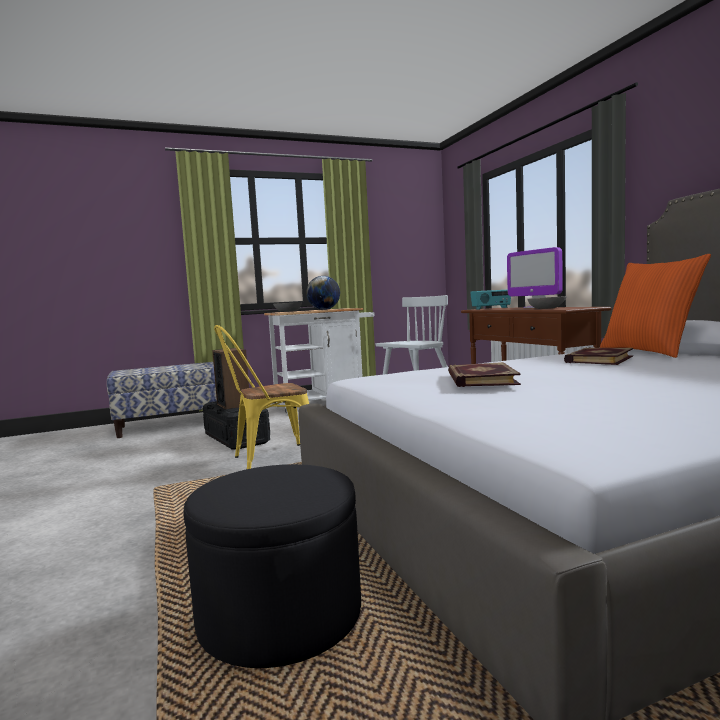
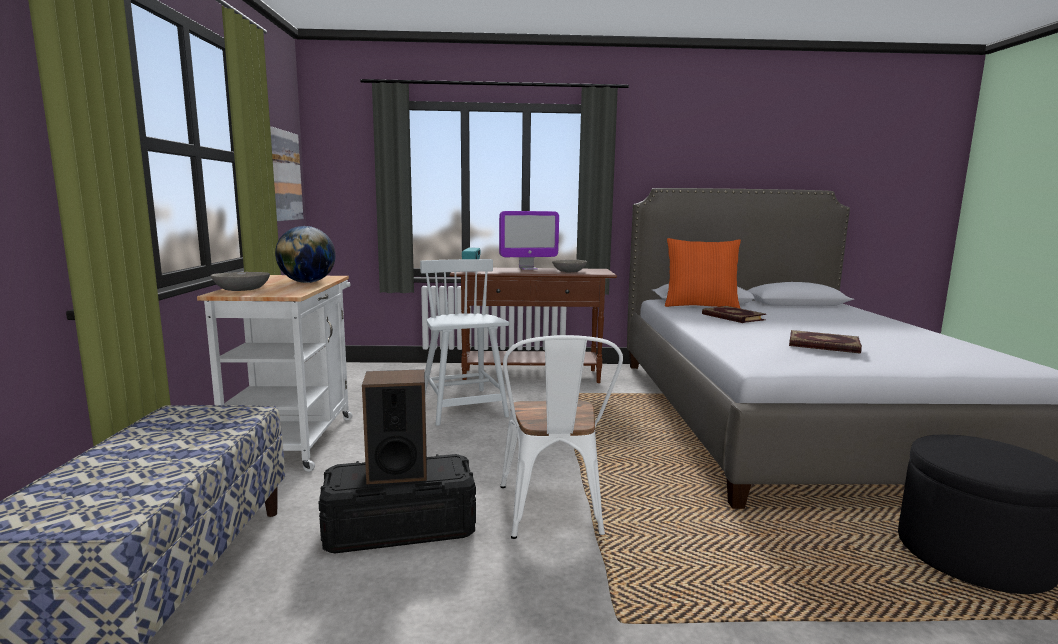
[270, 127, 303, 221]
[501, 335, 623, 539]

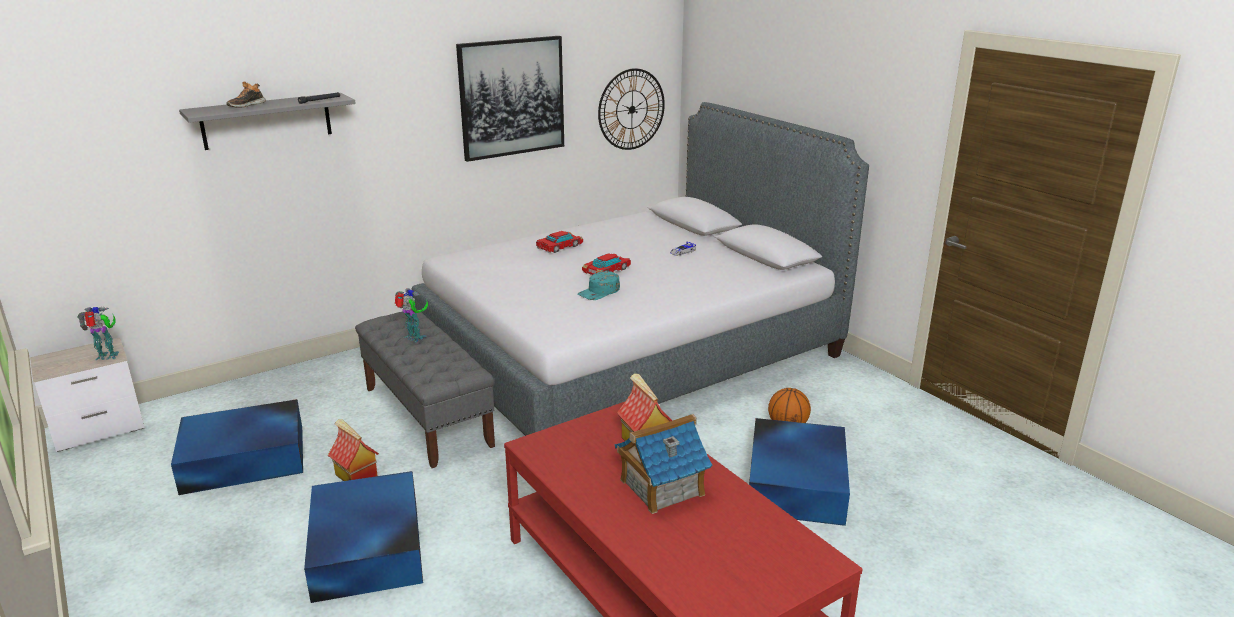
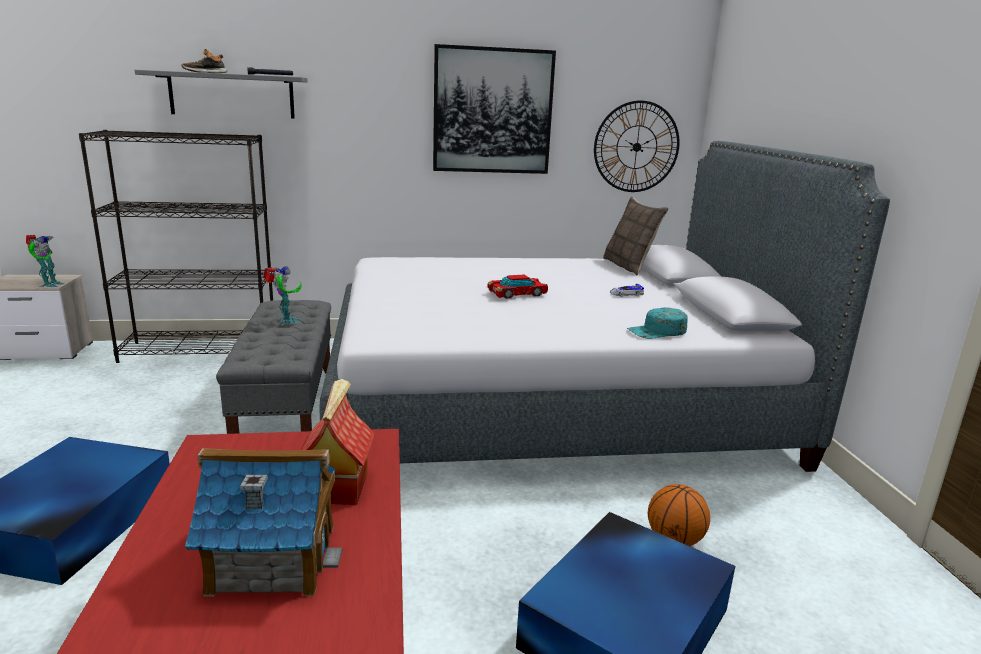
[26, 234, 64, 287]
[79, 130, 273, 363]
[603, 196, 669, 275]
[627, 307, 688, 339]
[171, 399, 303, 495] (first image)
[328, 419, 379, 481] (first image)
[536, 231, 583, 253] (first image)

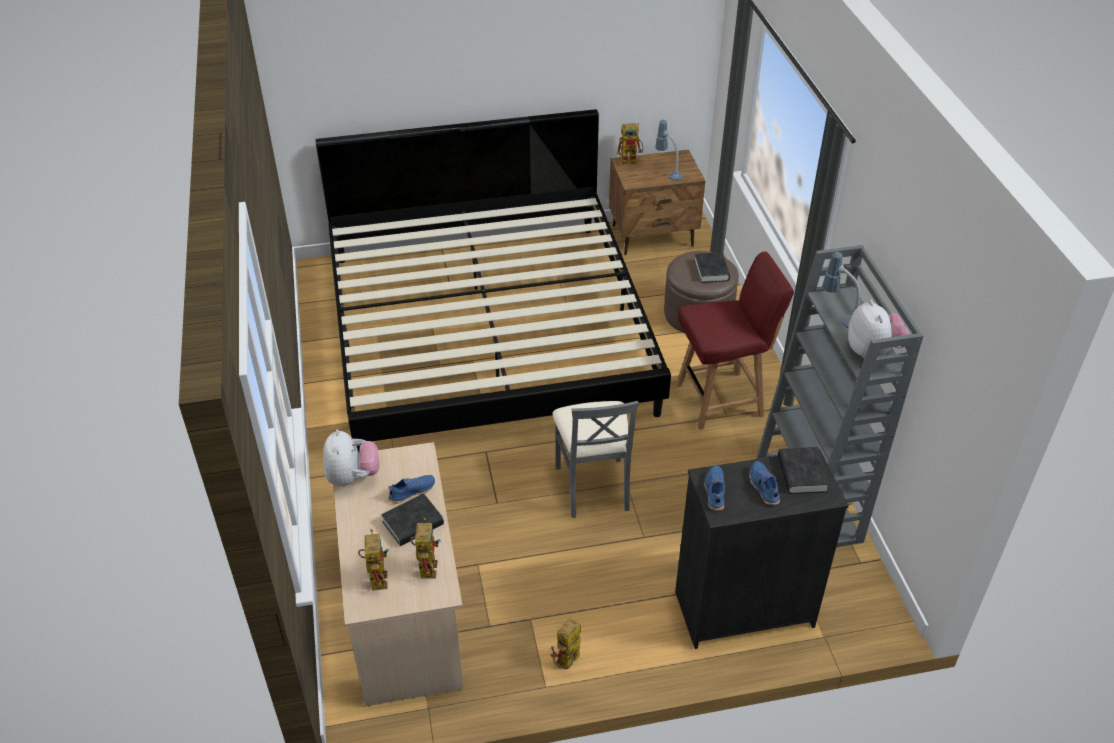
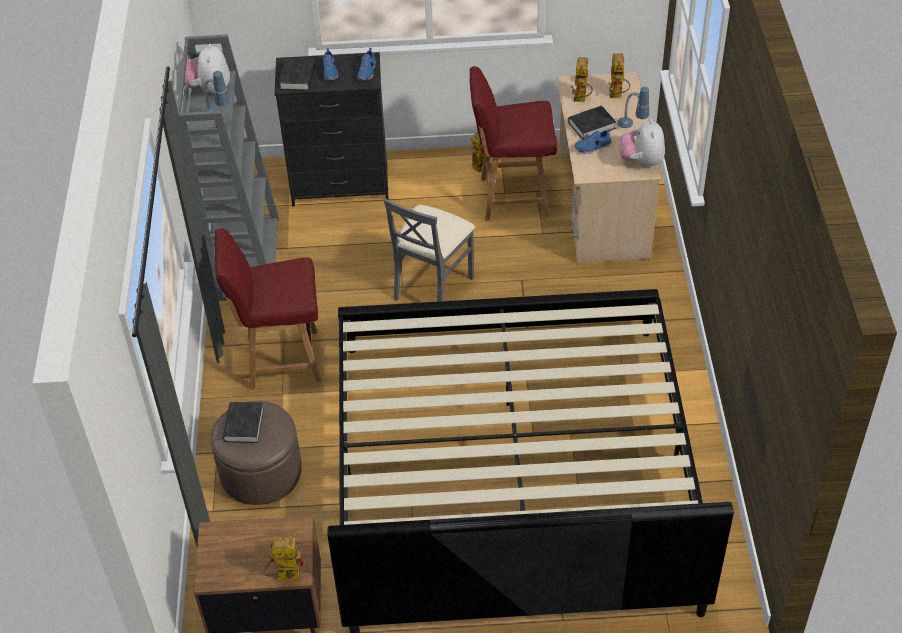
[384, 198, 475, 302]
[470, 66, 557, 221]
[617, 87, 649, 128]

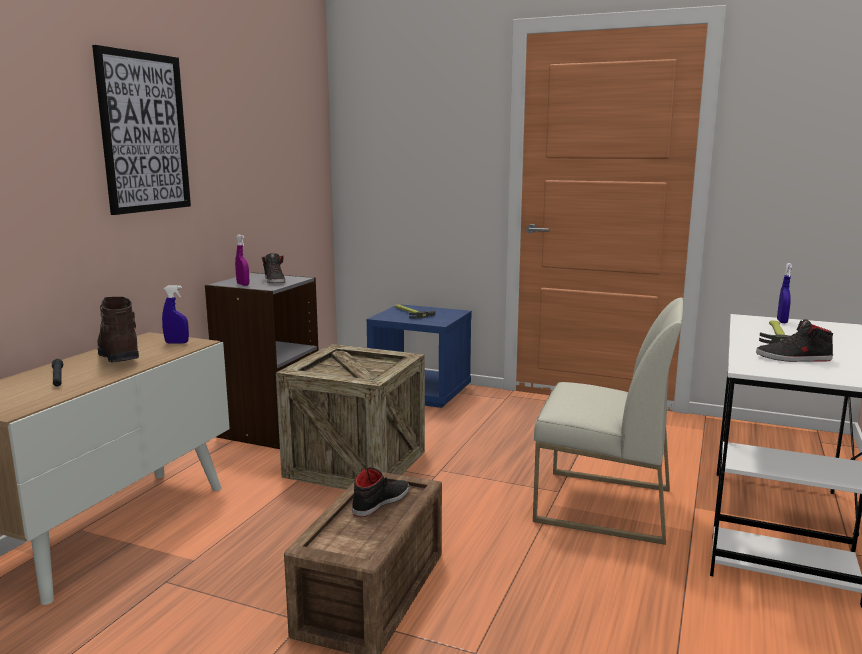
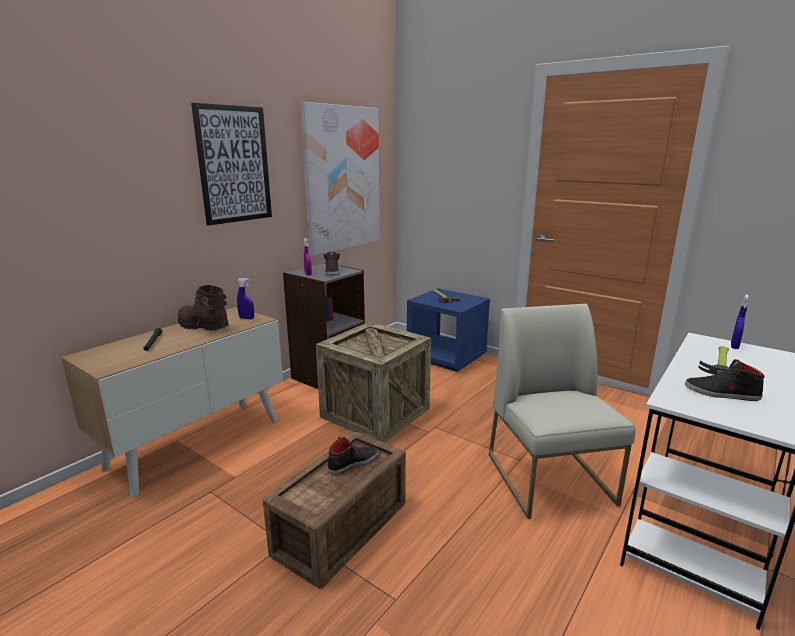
[178, 285, 229, 331]
[300, 102, 380, 256]
[489, 304, 636, 519]

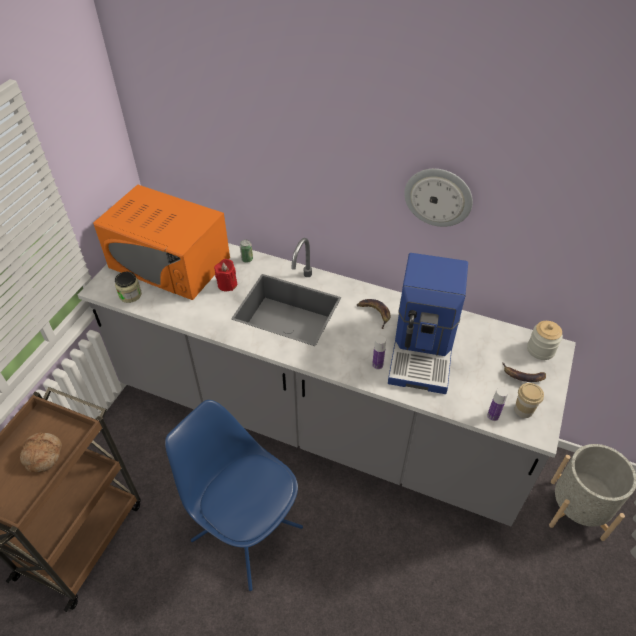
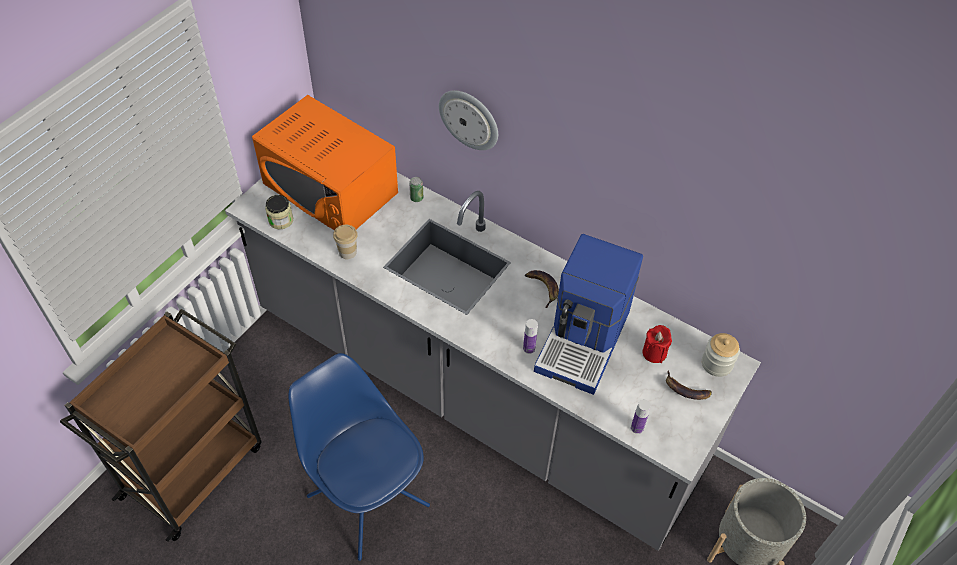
[333, 225, 358, 259]
[439, 90, 498, 150]
[642, 325, 672, 363]
[20, 433, 62, 473] (first image)

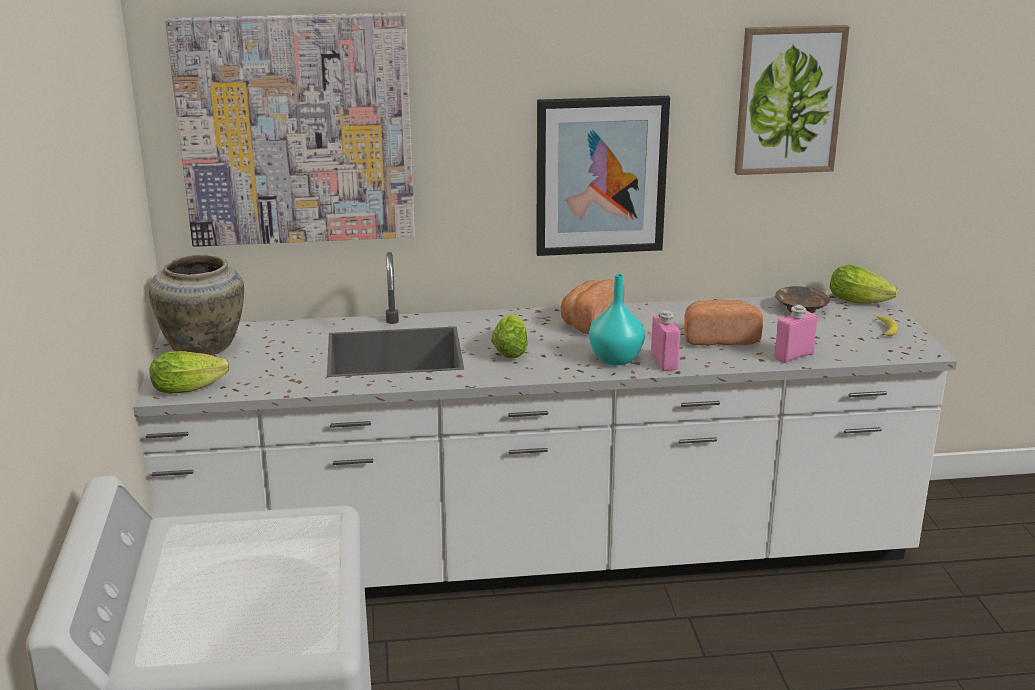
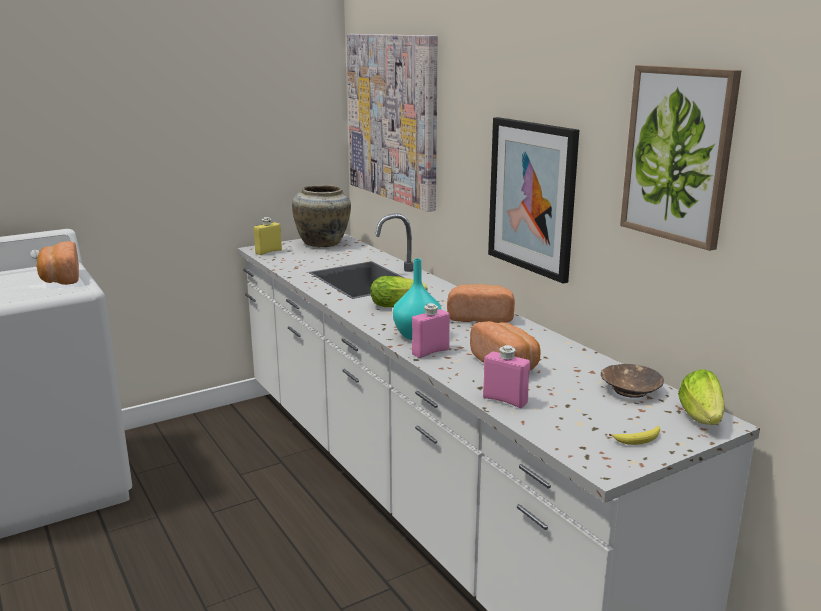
[37, 241, 79, 285]
[254, 217, 282, 255]

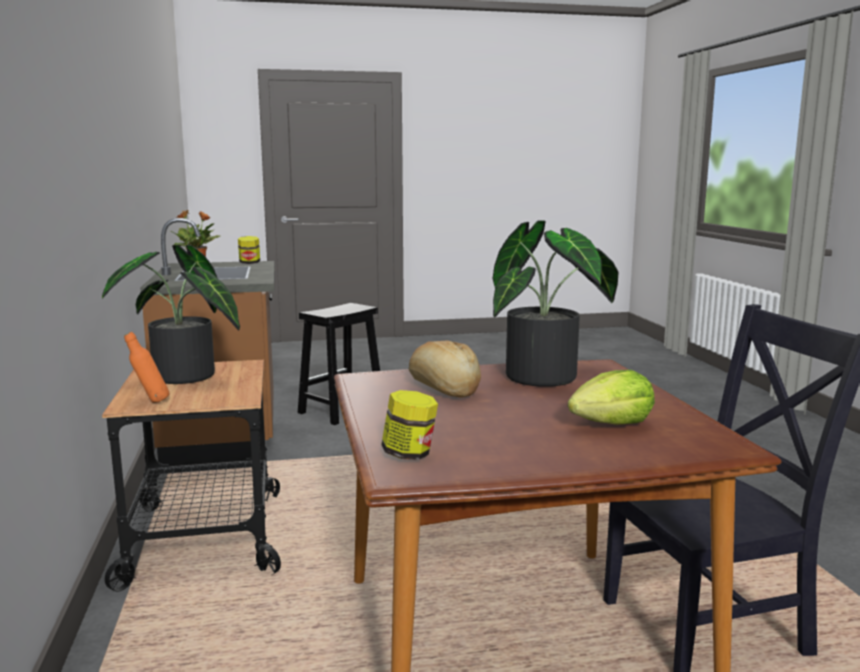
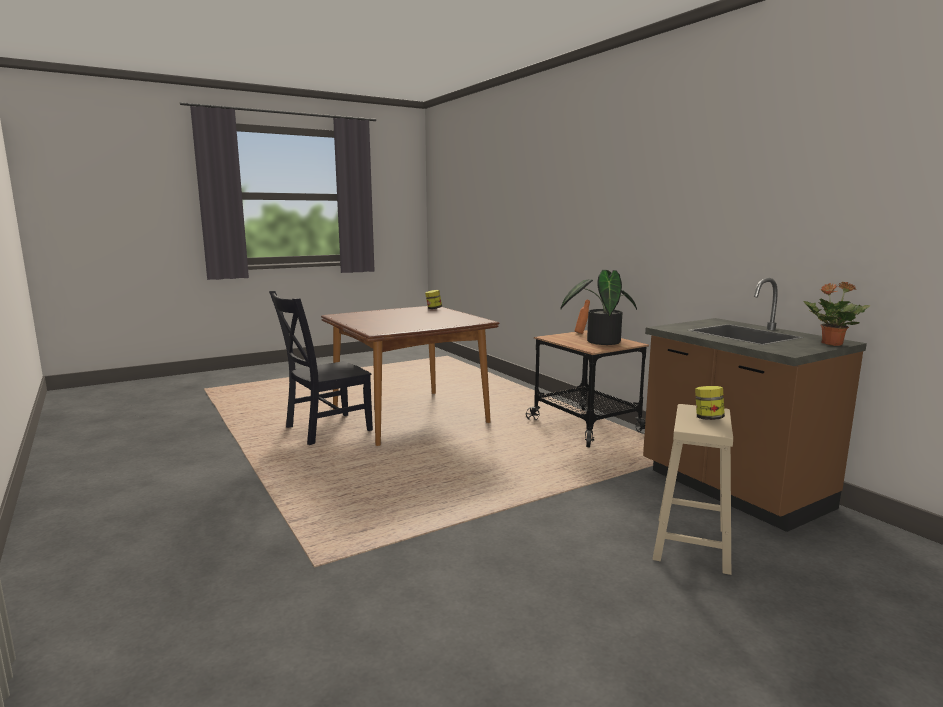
[653, 404, 733, 575]
[695, 386, 725, 420]
[409, 341, 481, 397] (first image)
[492, 220, 618, 387] (first image)
[568, 370, 655, 425] (first image)

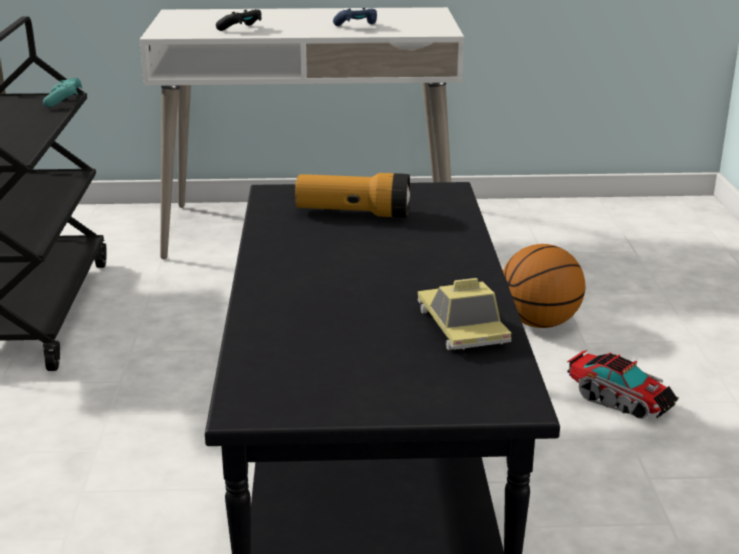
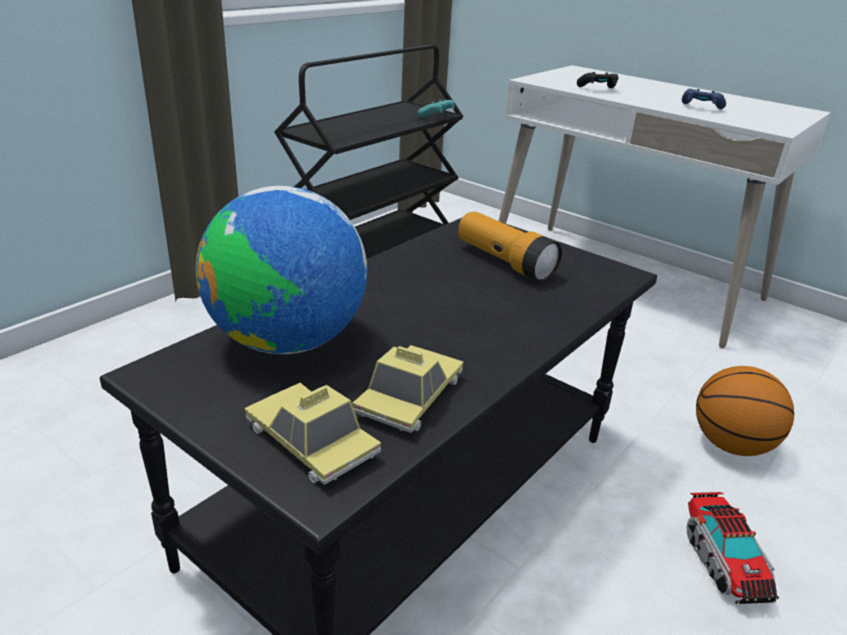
[196, 186, 367, 354]
[244, 383, 381, 485]

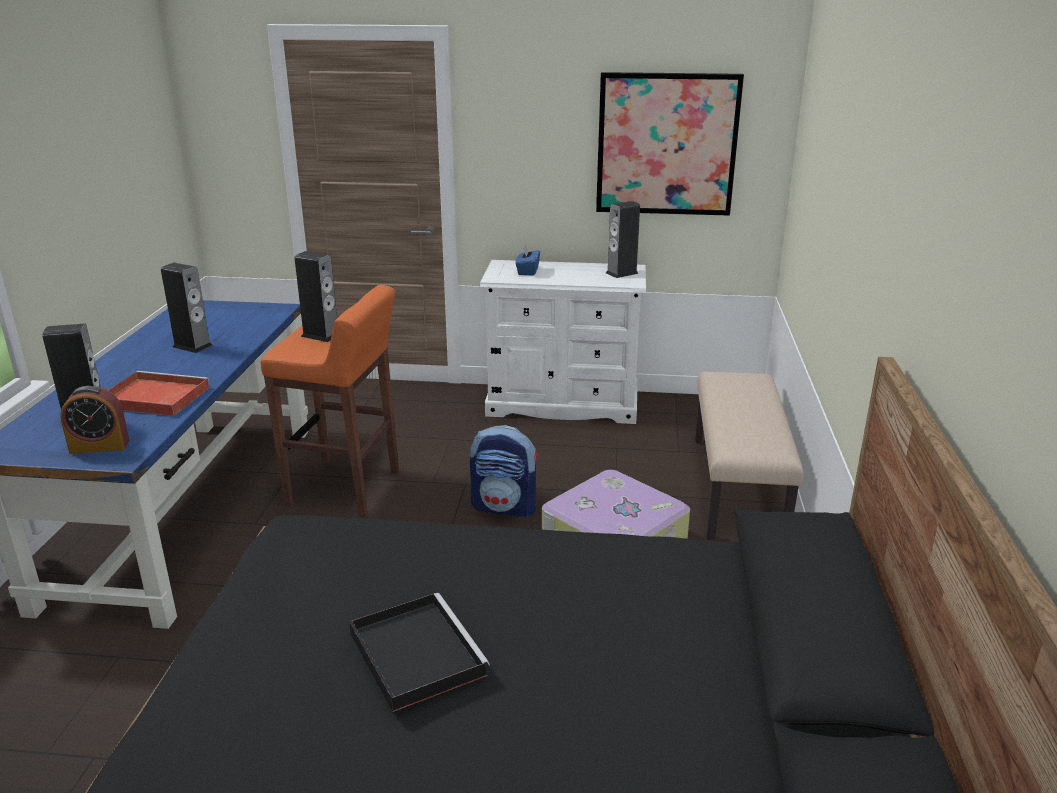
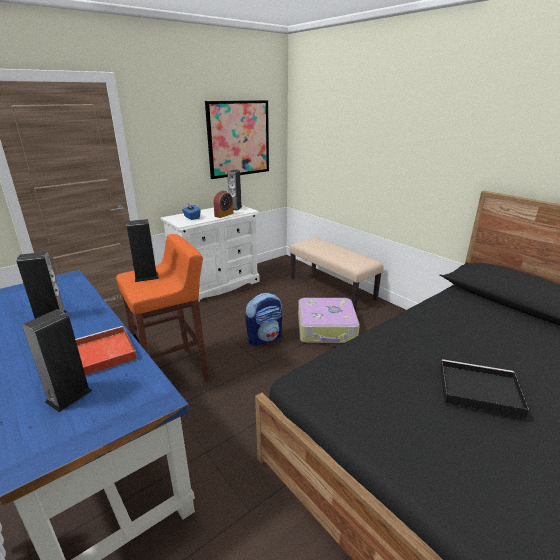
[214, 191, 233, 218]

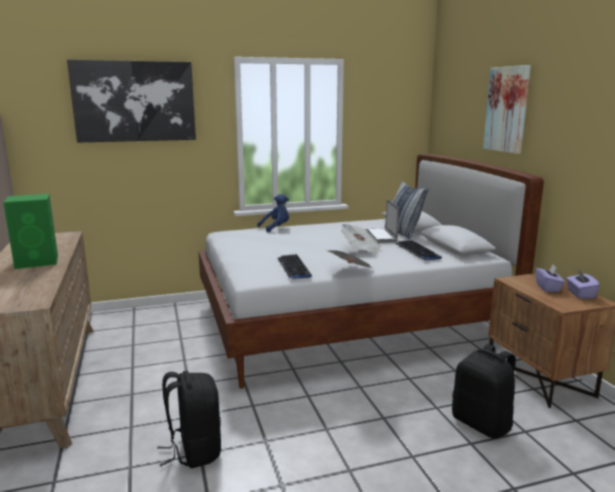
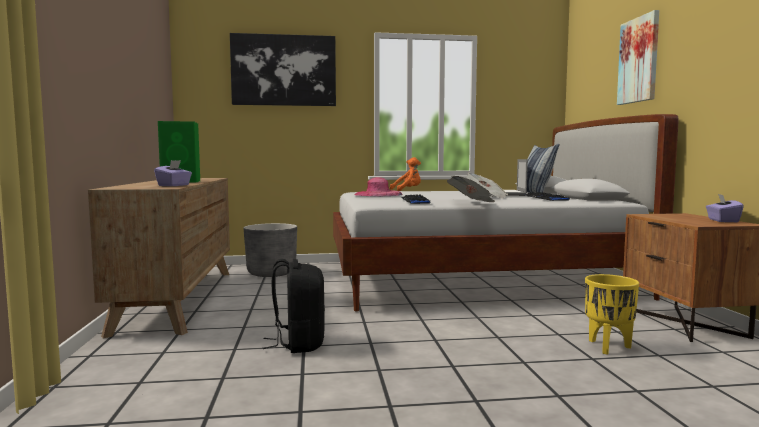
[154, 160, 192, 186]
[244, 223, 297, 277]
[354, 177, 402, 196]
[390, 157, 421, 191]
[585, 274, 639, 355]

